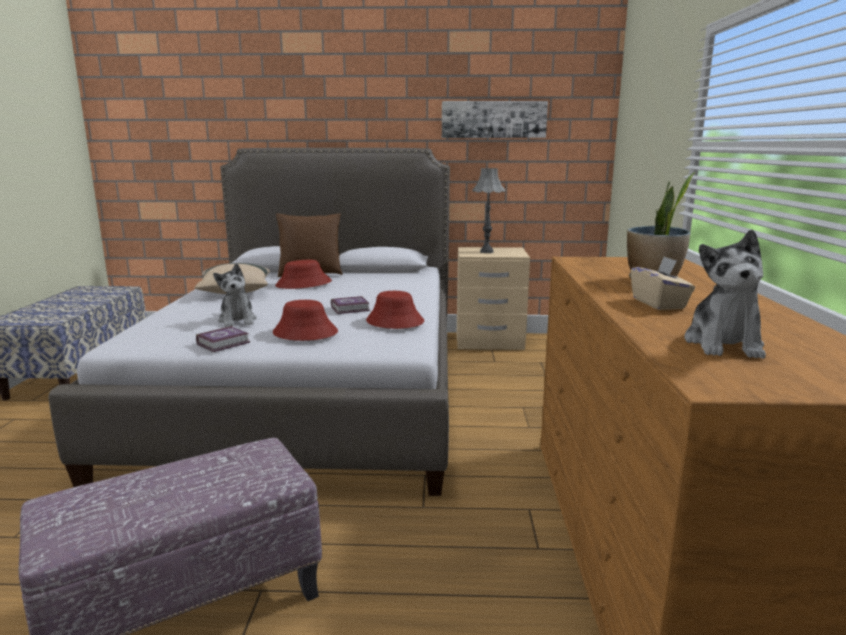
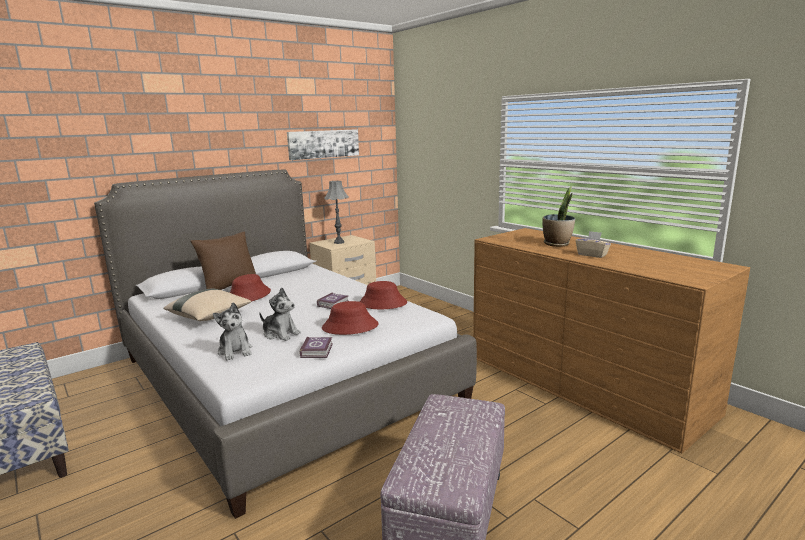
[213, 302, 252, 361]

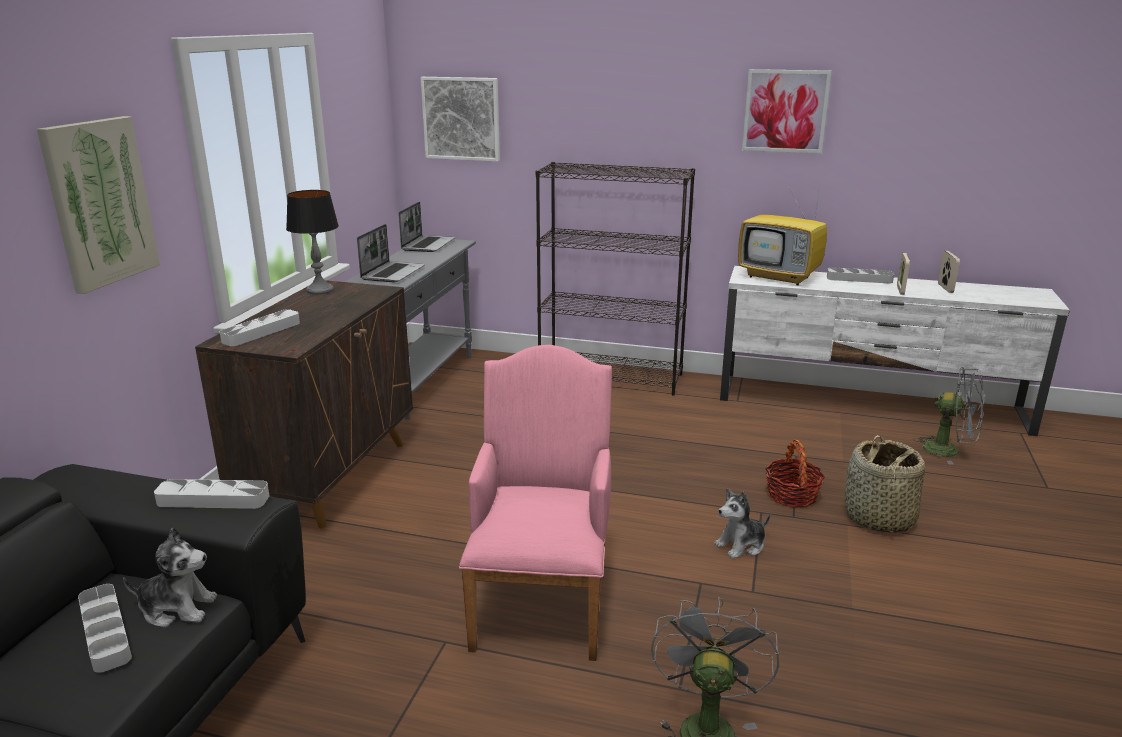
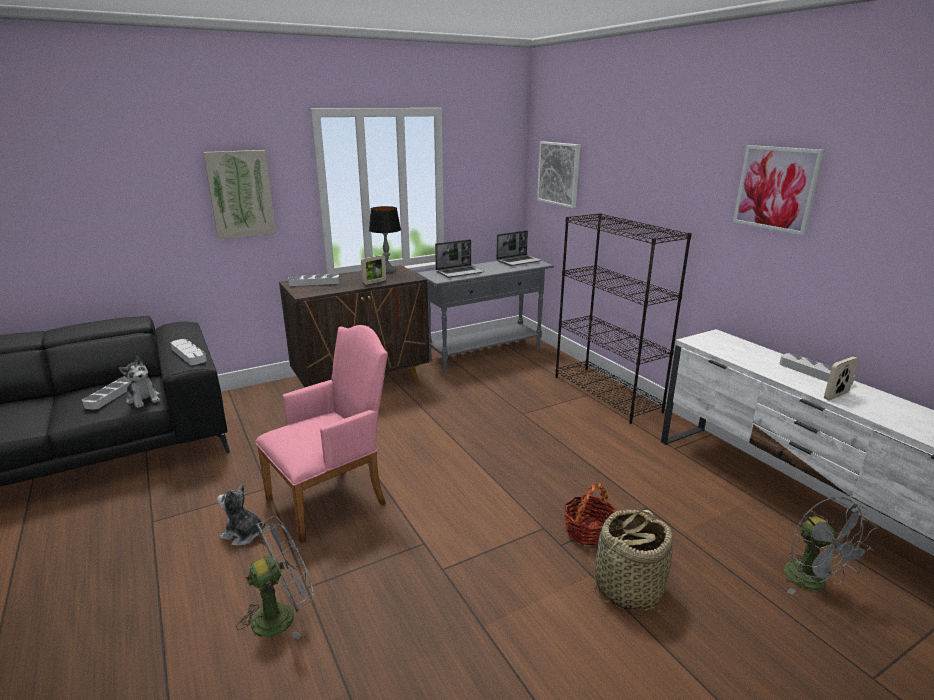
[217, 484, 266, 546]
[361, 255, 386, 285]
[738, 184, 827, 285] (first image)

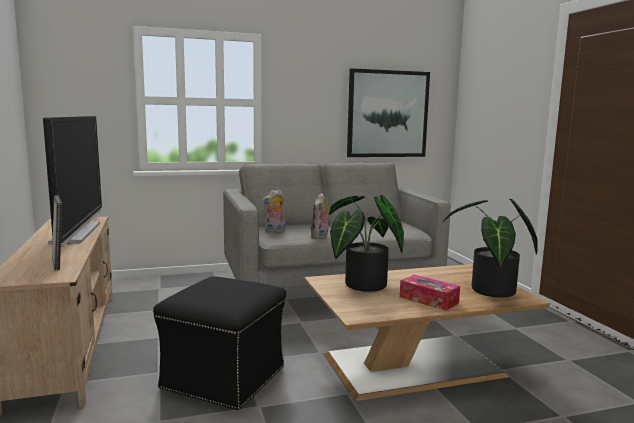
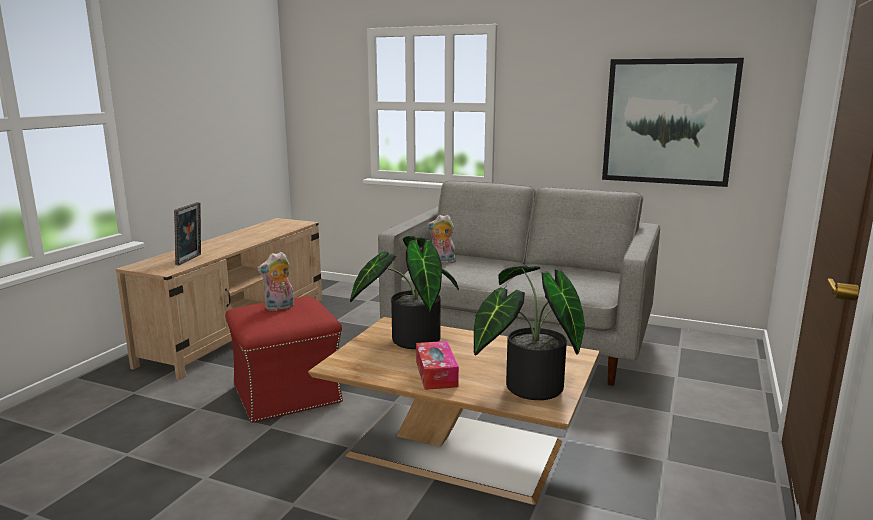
[225, 296, 343, 423]
[257, 252, 294, 311]
[43, 116, 102, 247] (first image)

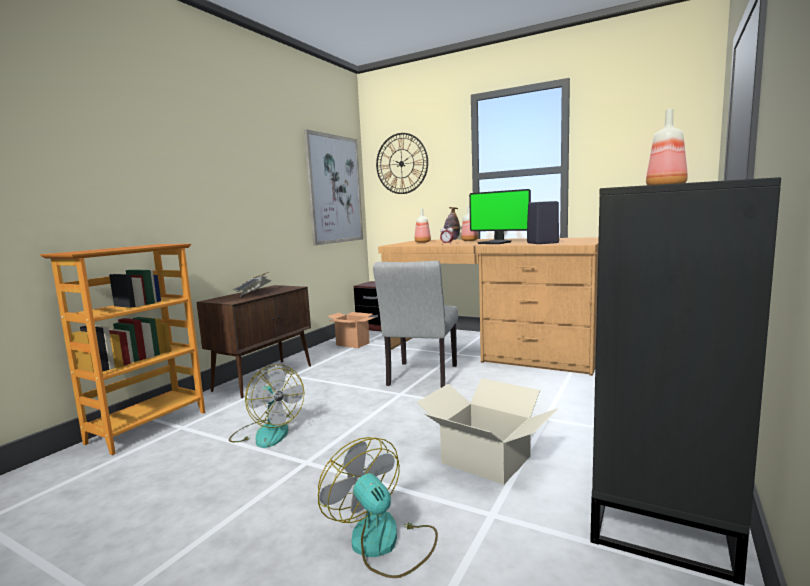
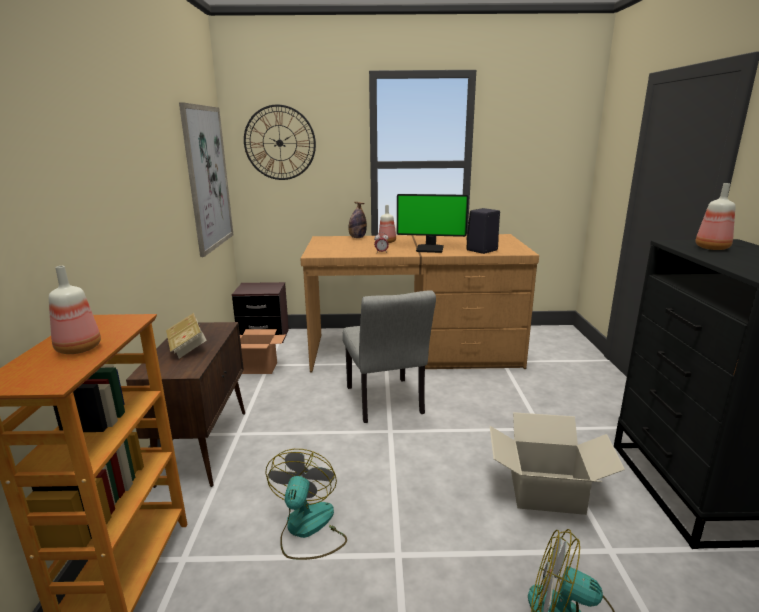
[49, 266, 101, 354]
[265, 449, 347, 560]

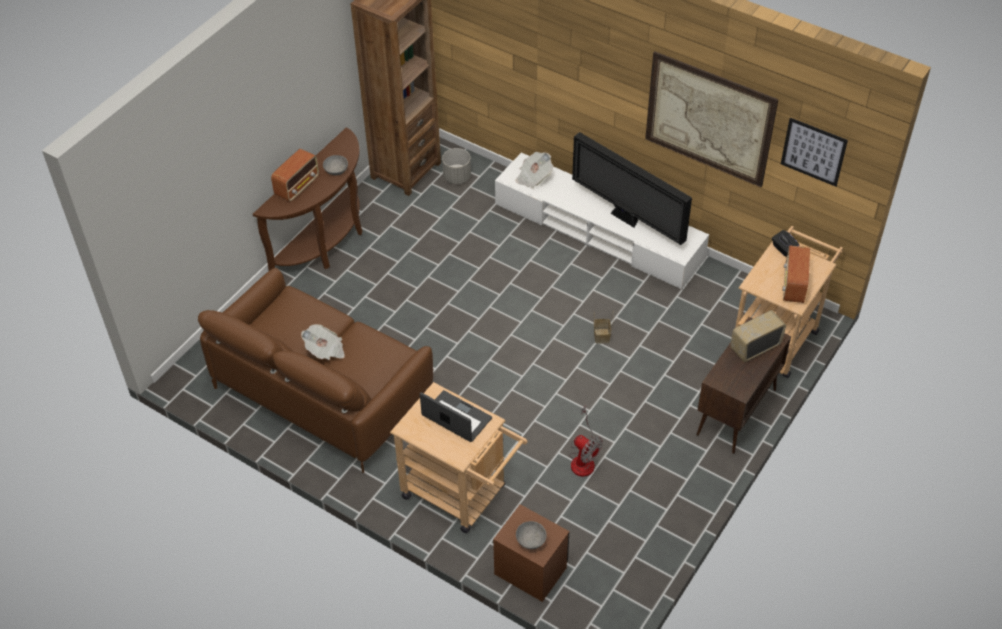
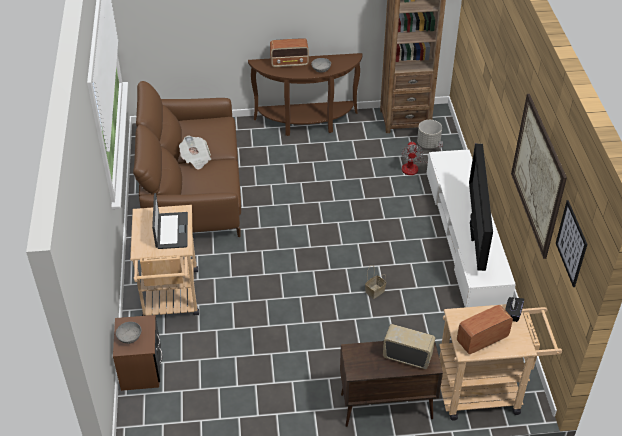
[401, 141, 443, 175]
[515, 152, 553, 189] (first image)

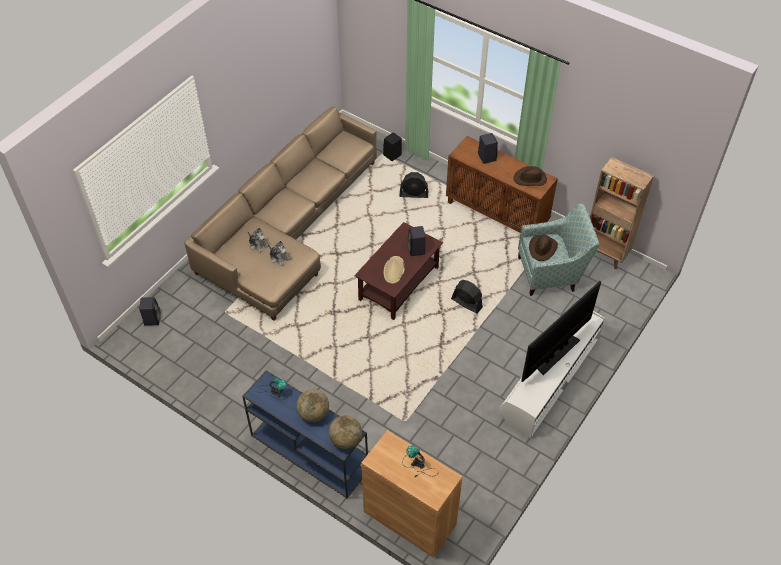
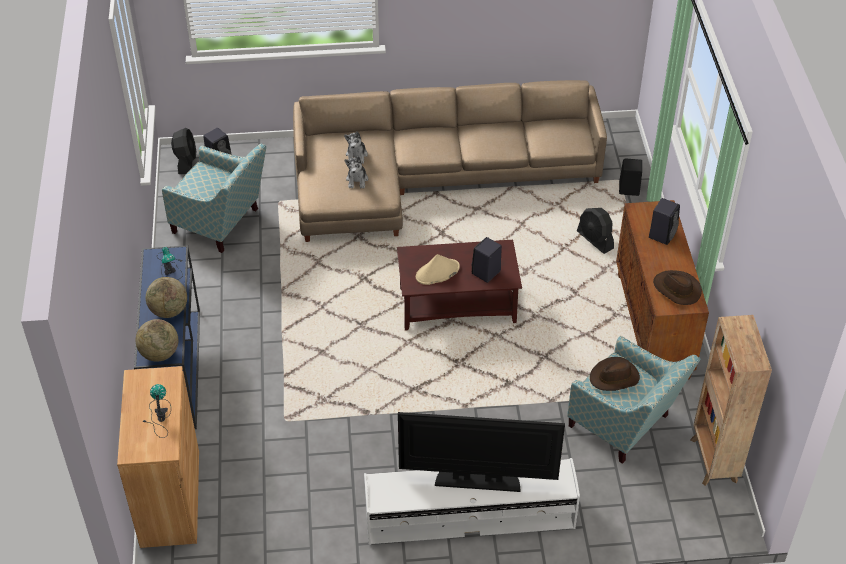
[162, 144, 266, 253]
[171, 128, 196, 174]

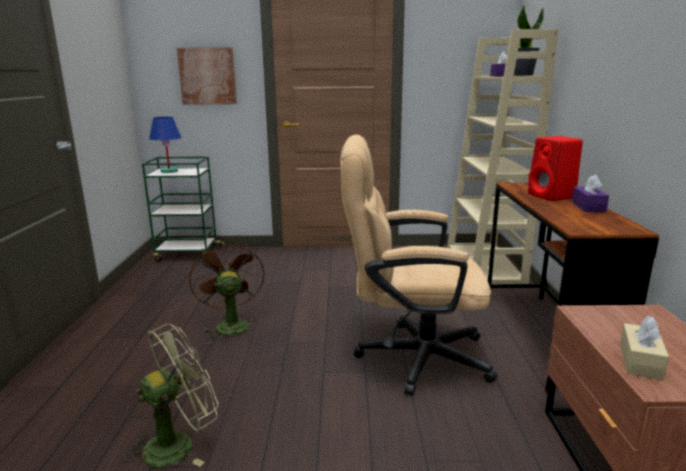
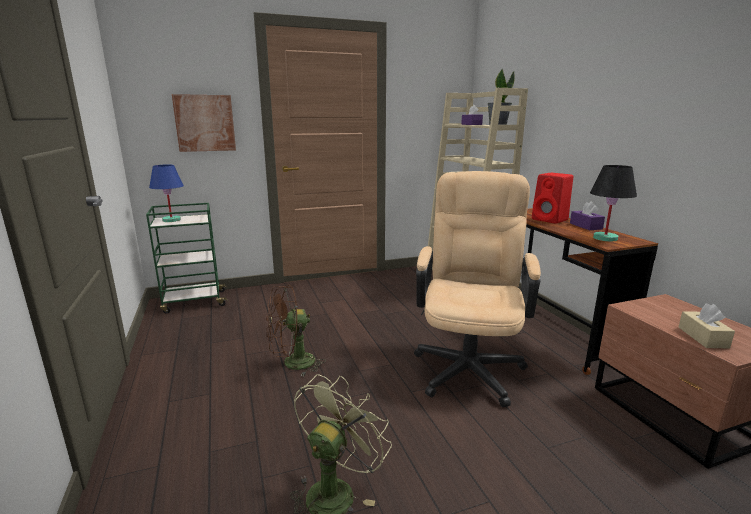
[266, 285, 326, 376]
[414, 171, 541, 407]
[590, 165, 637, 241]

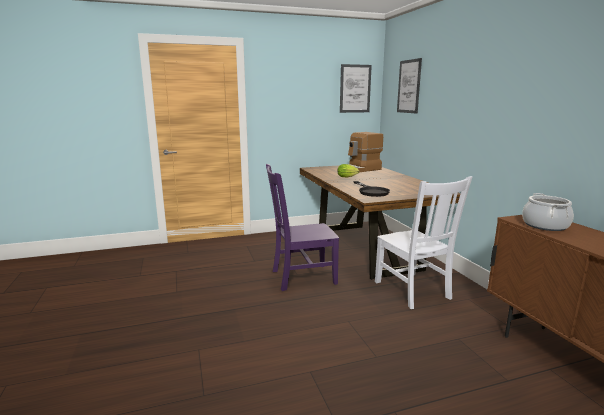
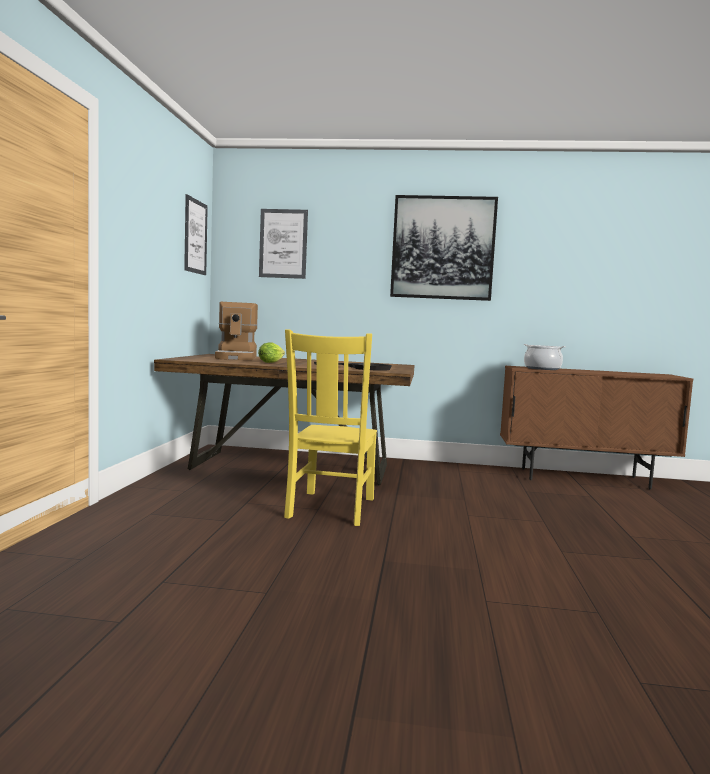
[284, 329, 377, 526]
[390, 195, 498, 301]
[375, 176, 472, 309] (first image)

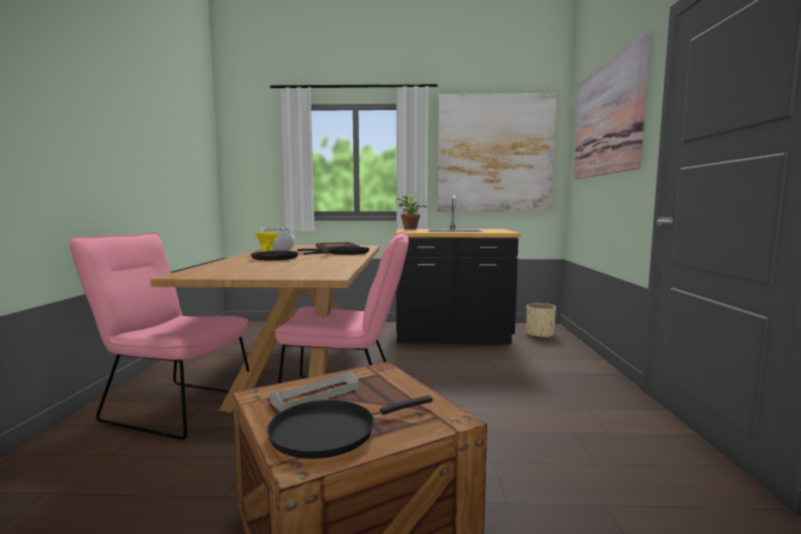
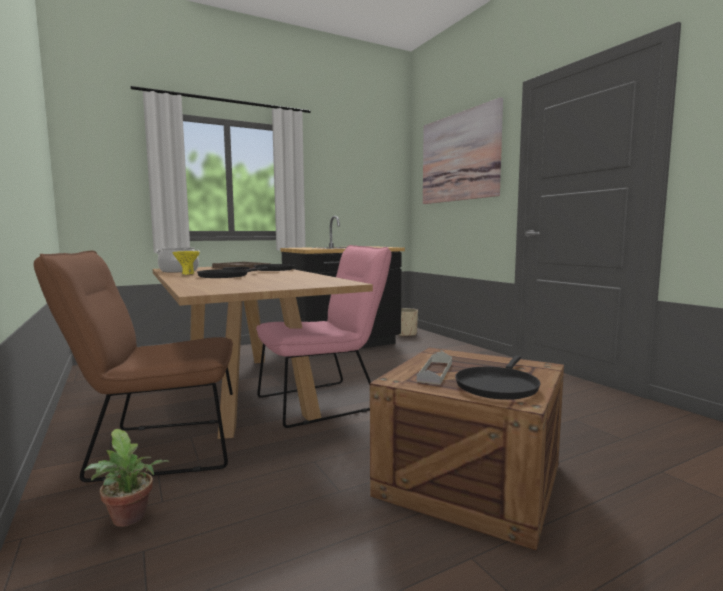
[34, 251, 233, 482]
[84, 429, 169, 527]
[437, 93, 557, 212] (first image)

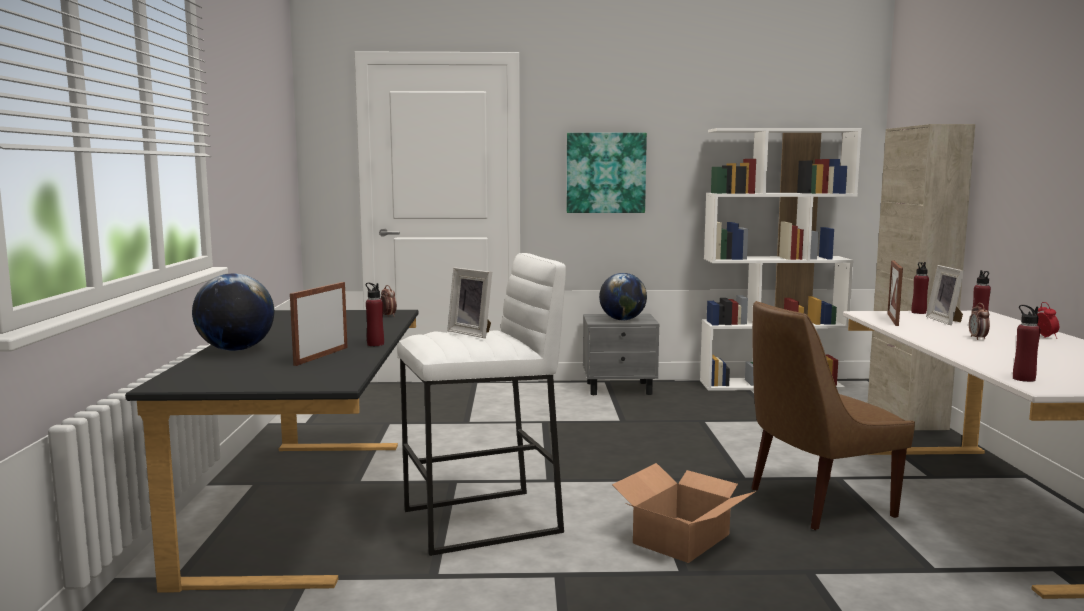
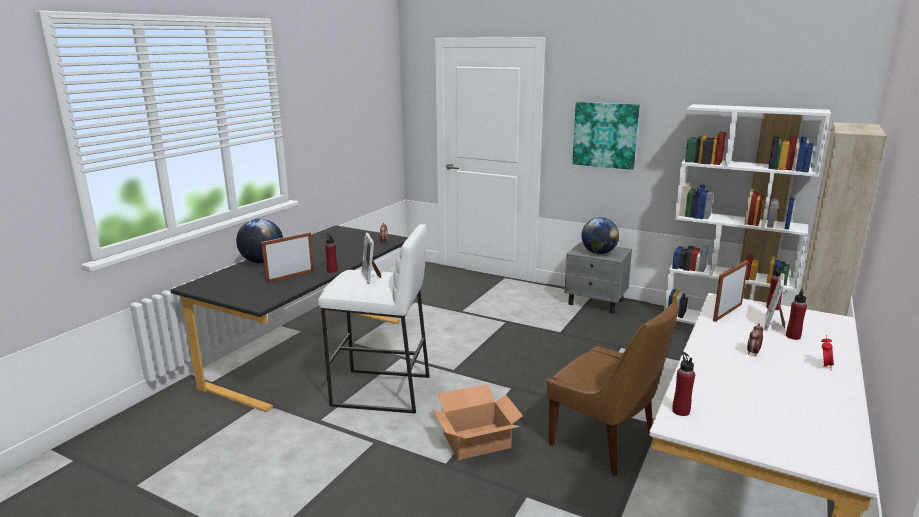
[547, 302, 679, 476]

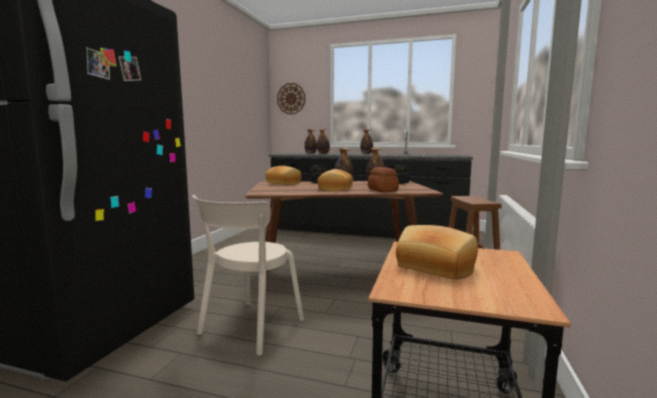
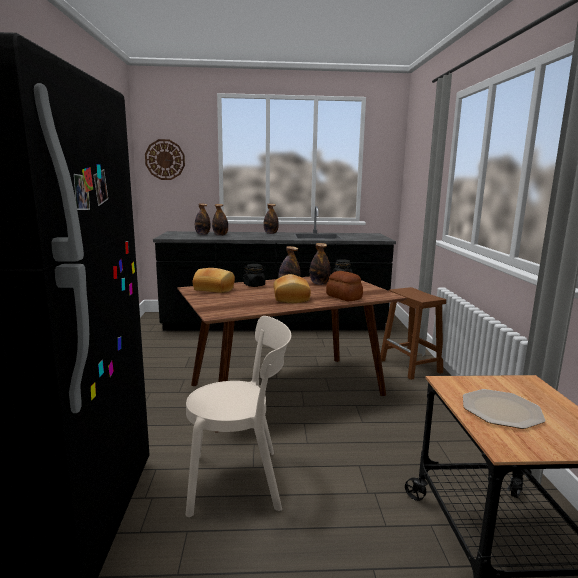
[186, 316, 291, 517]
[463, 389, 546, 429]

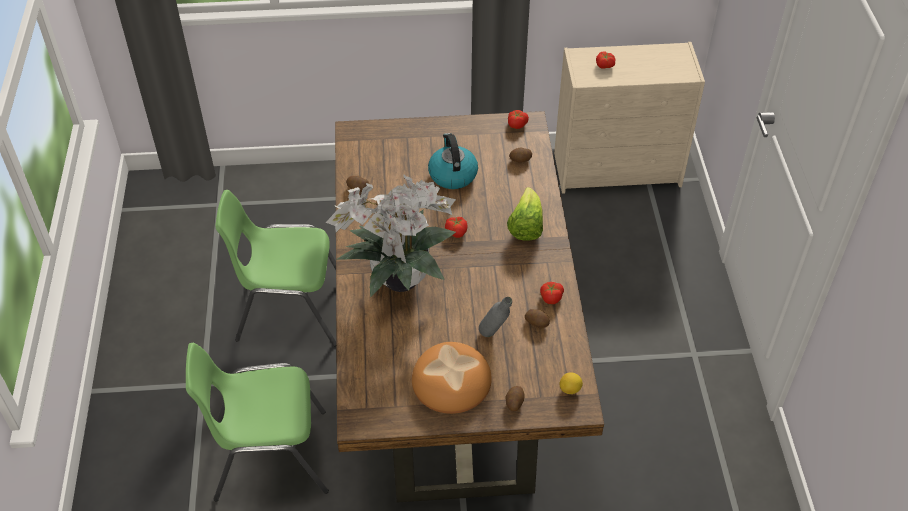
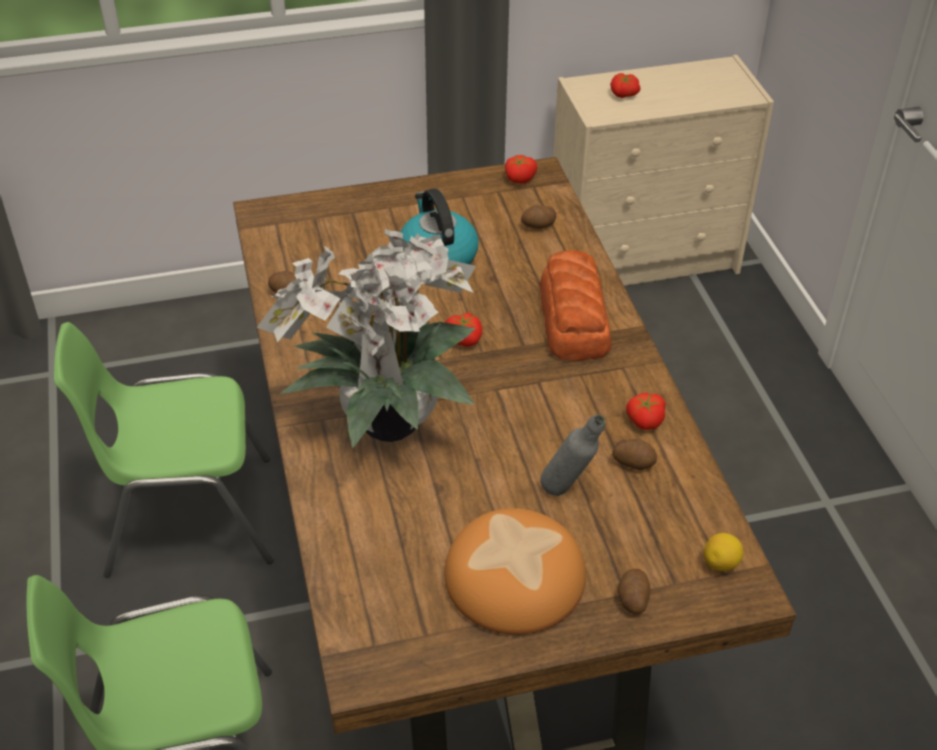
[540, 250, 612, 361]

